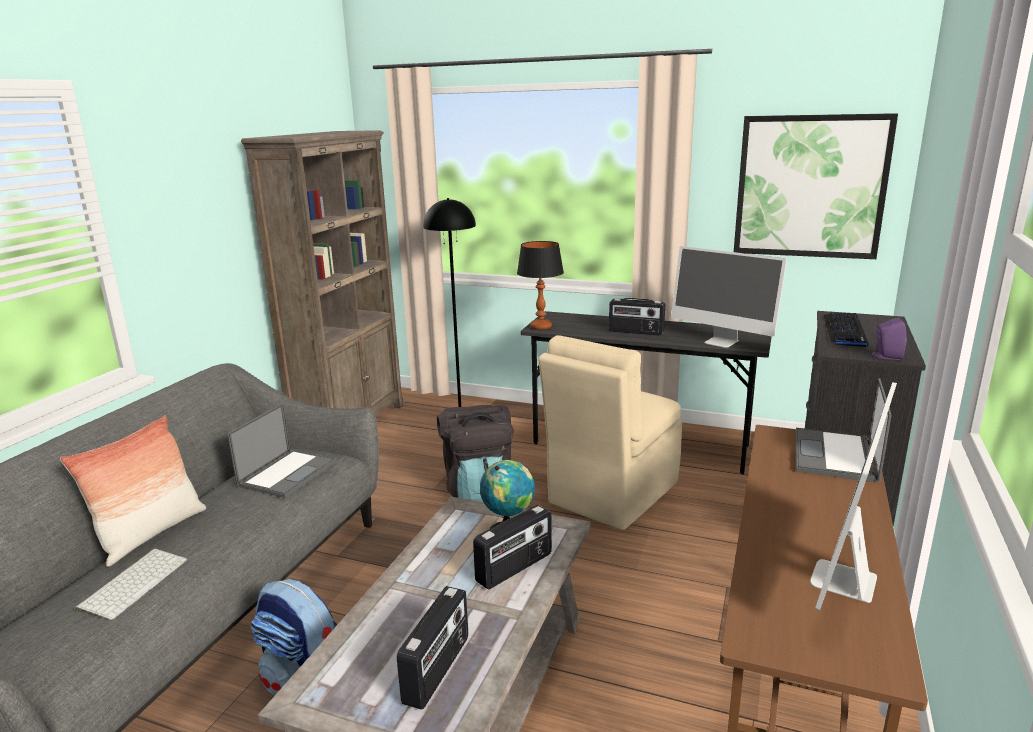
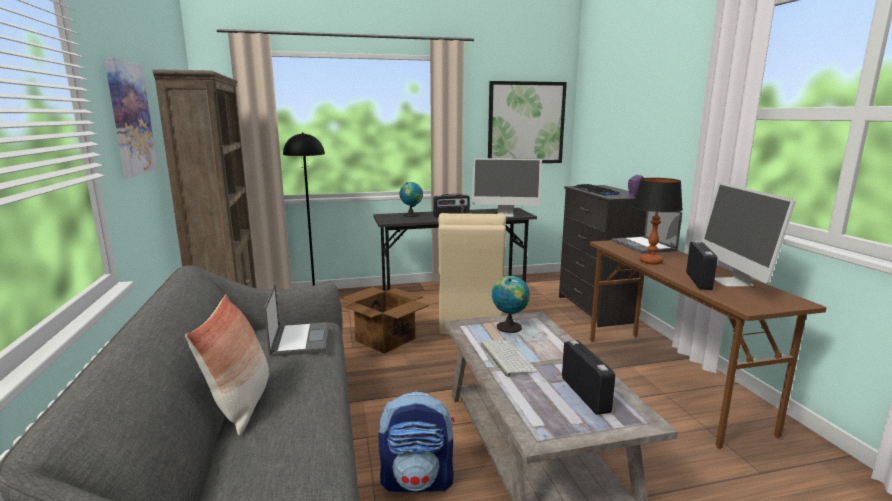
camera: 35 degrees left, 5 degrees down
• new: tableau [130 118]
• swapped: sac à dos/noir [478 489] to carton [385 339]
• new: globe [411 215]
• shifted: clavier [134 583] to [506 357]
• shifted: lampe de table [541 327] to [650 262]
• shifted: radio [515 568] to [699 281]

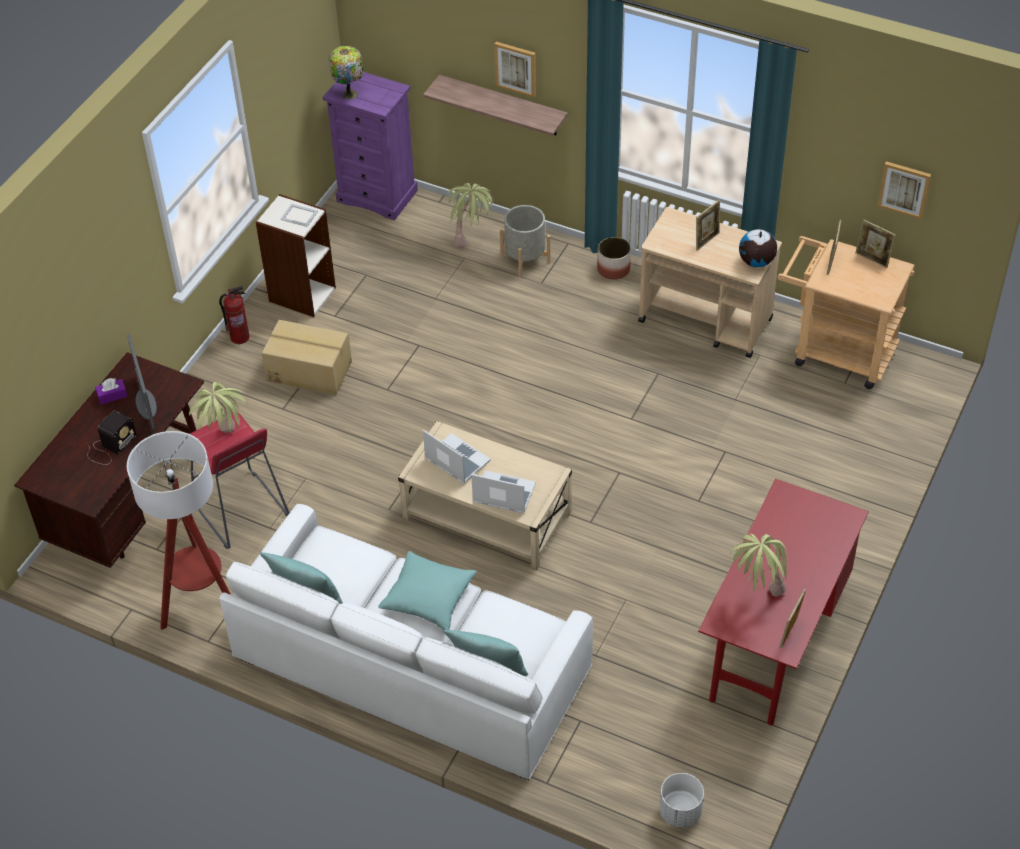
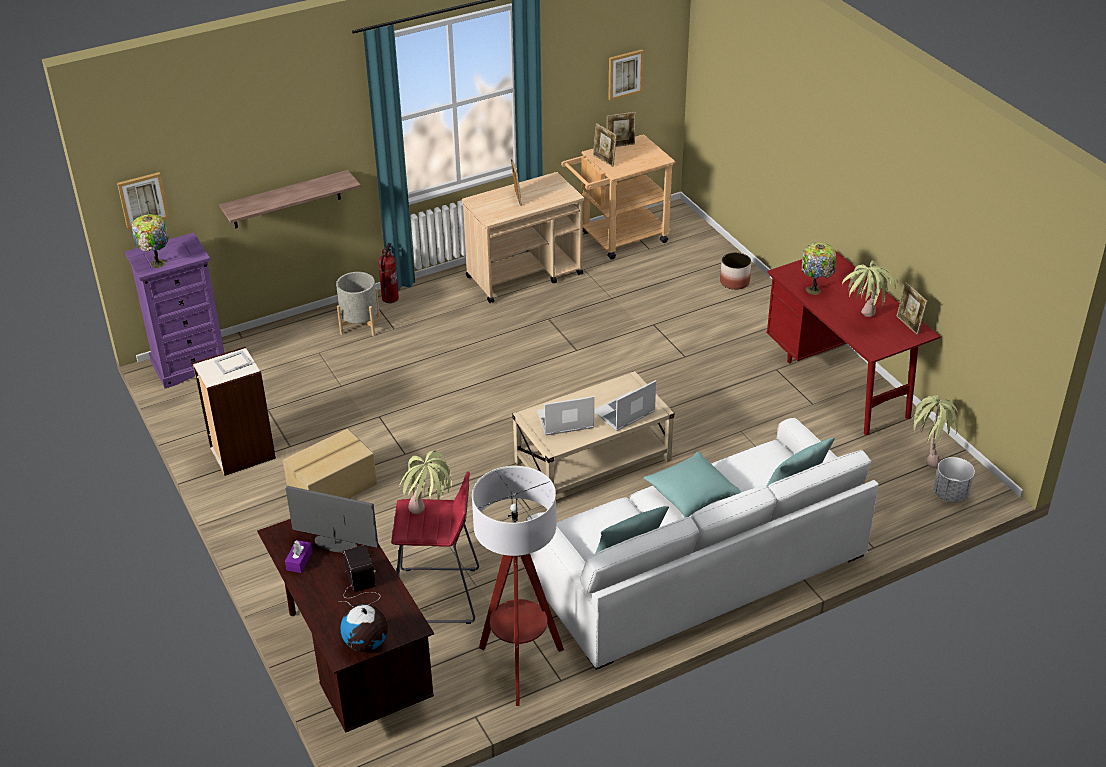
camera: 55 degrees left, 10 degrees down
• shifted: tableau [516 68] to [142 199]
• shifted: globe [756 262] to [366 644]
• shifted: extincteur [240 337] to [390 298]
• shifted: cache-pot [613 269] to [734 282]
• new: lampe de table [814 290]
• shifted: plante en pot [471 238] to [927 454]

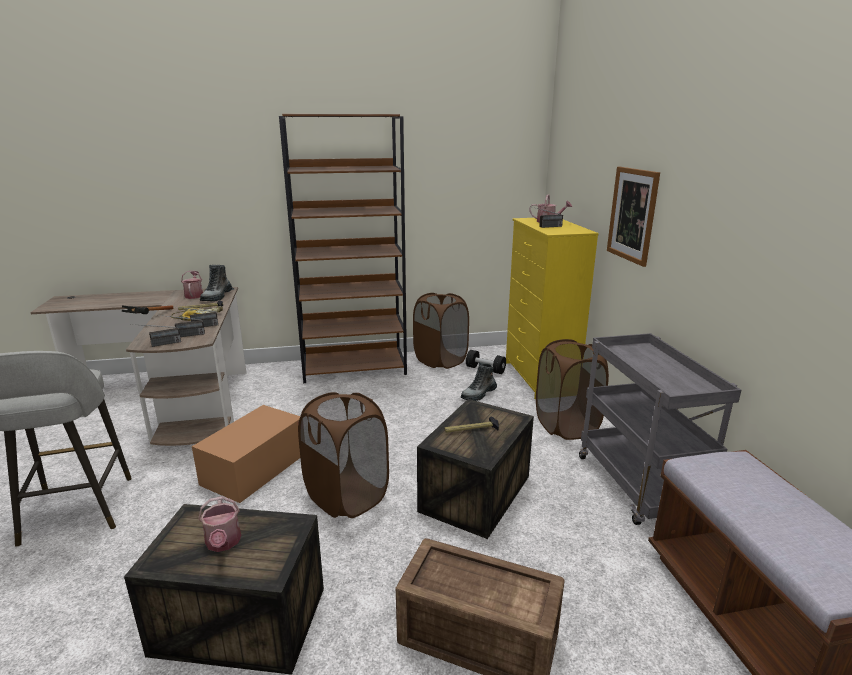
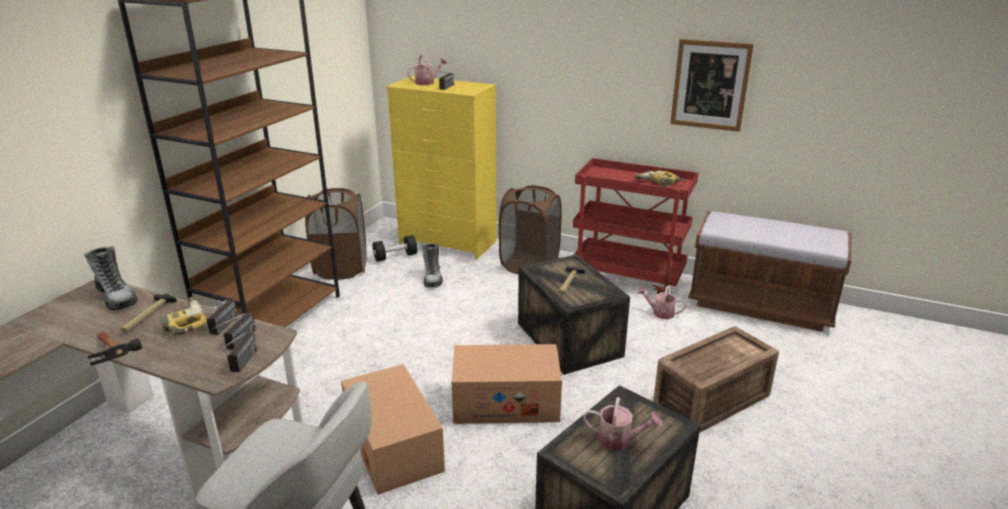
camera: 55 degrees left, 5 degrees up
• swapped: panier à linge/marron [347 496] to carton [505 402]
• repainted: chariot/gris [639 487] to chariot/rouge [628 277]
• new: perceuse [658 183]
• shifted: arrosoir [194 295] to [660 313]
• shifted: tableau [632 215] to [710 85]

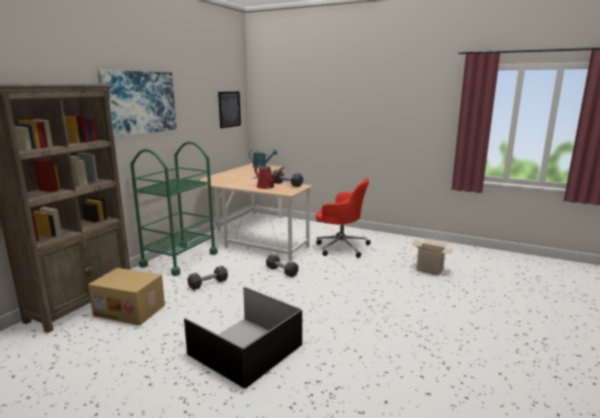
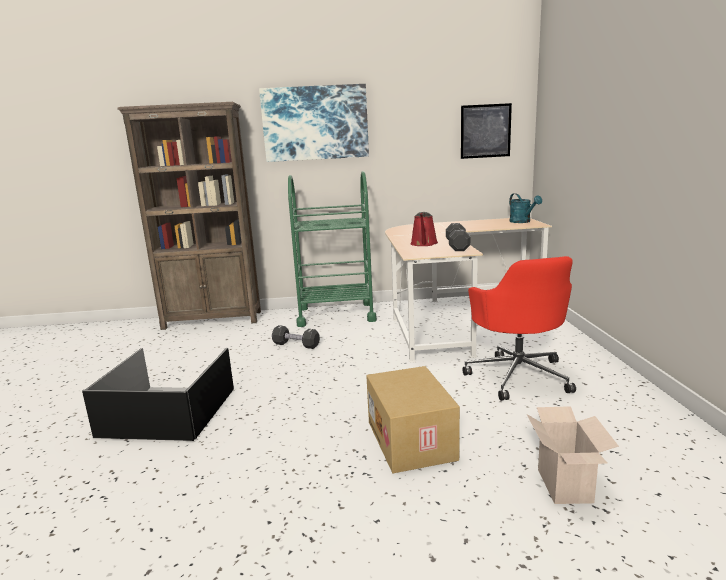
camera: 60 degrees right, 0 degrees up
• shifted: carton [131 310] to [412 440]
• gone: haltère/noir [282 271]

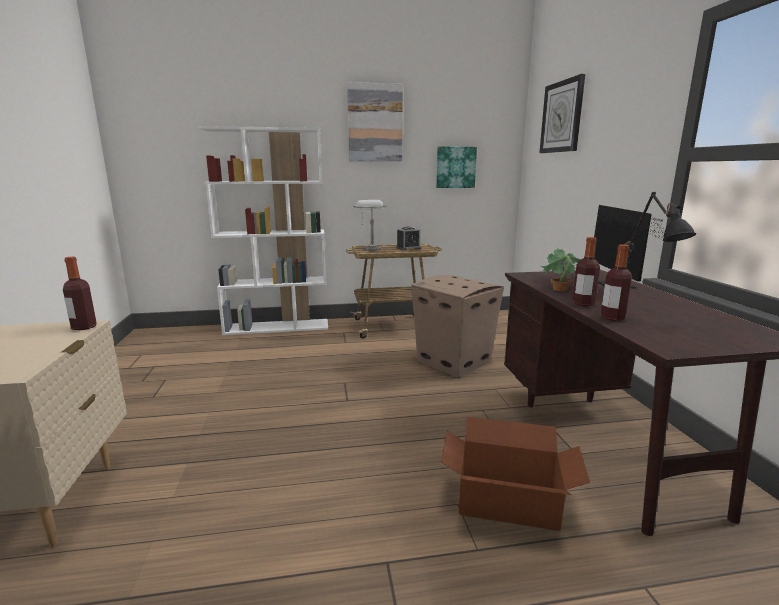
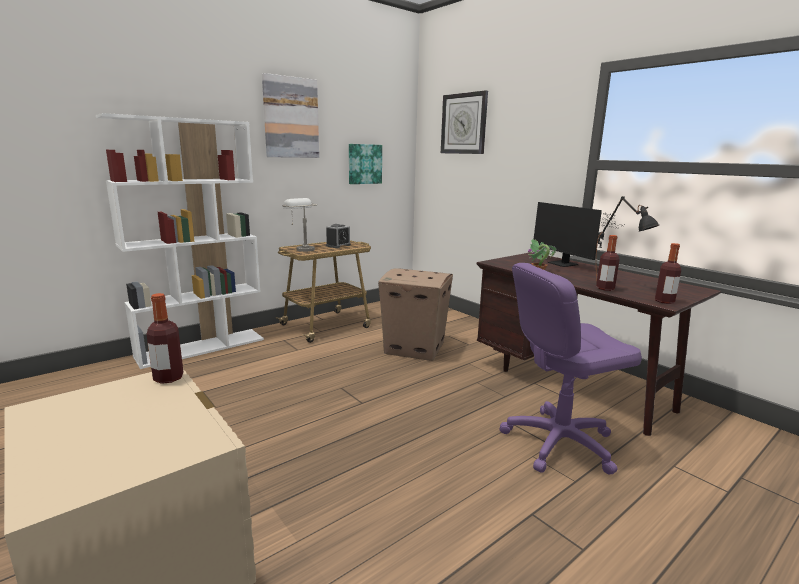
camera: 30 degrees left, 0 degrees up
• swapped: carton [506 500] to chaise de bureau/violet [558 442]
• shifted: bouteille [583 303] to [664 301]

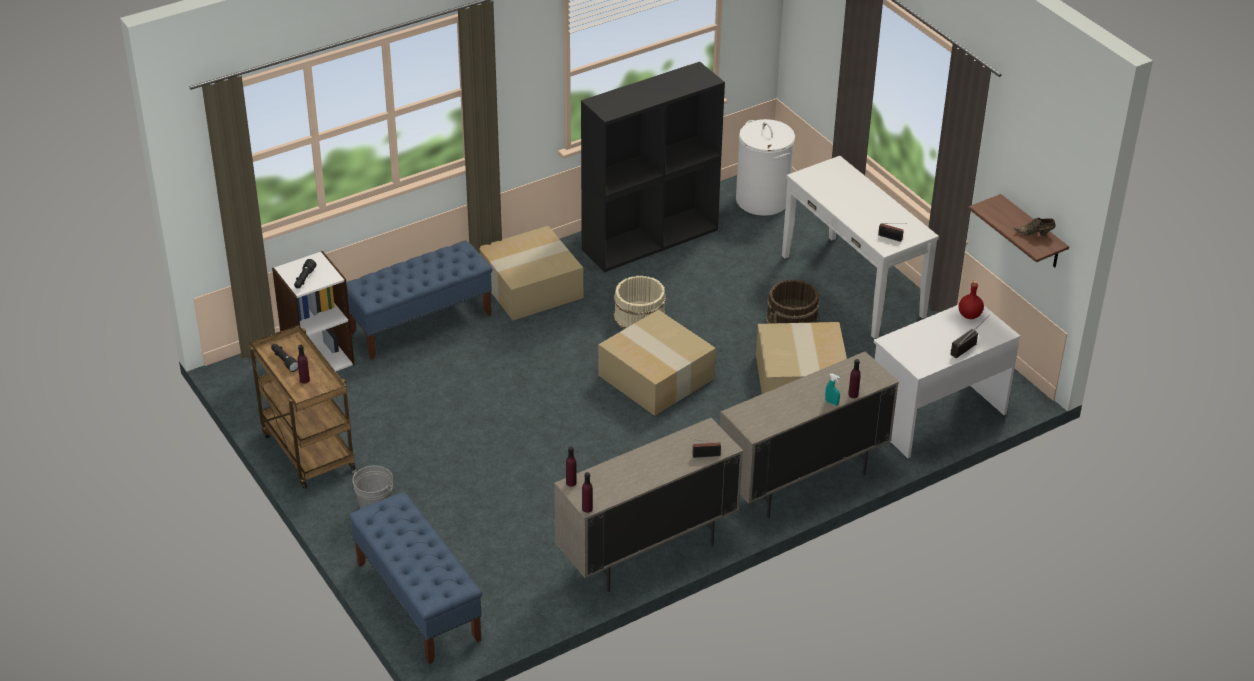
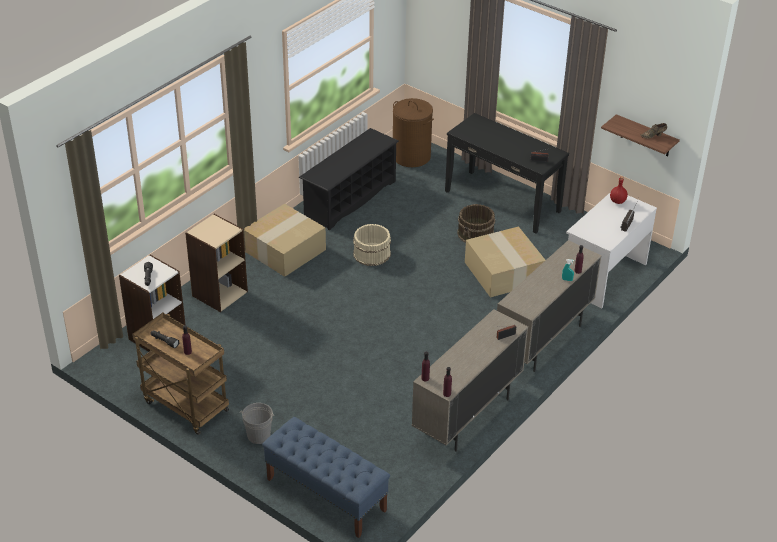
camera: 20 degrees left, 0 degrees up
• swapped: banc/bleu [420 323] to bibliothèque/beige [219 293]
• swapped: bibliothèque/noir [650 239] to étagère à chaussures/noir [350 199]
• repainted: panier à linge/blanc [763 200] to panier à linge/marron [411 156]
• repainted: table console/blanc [853 285] to table console/noir [502 201]
• gone: carton [654 377]

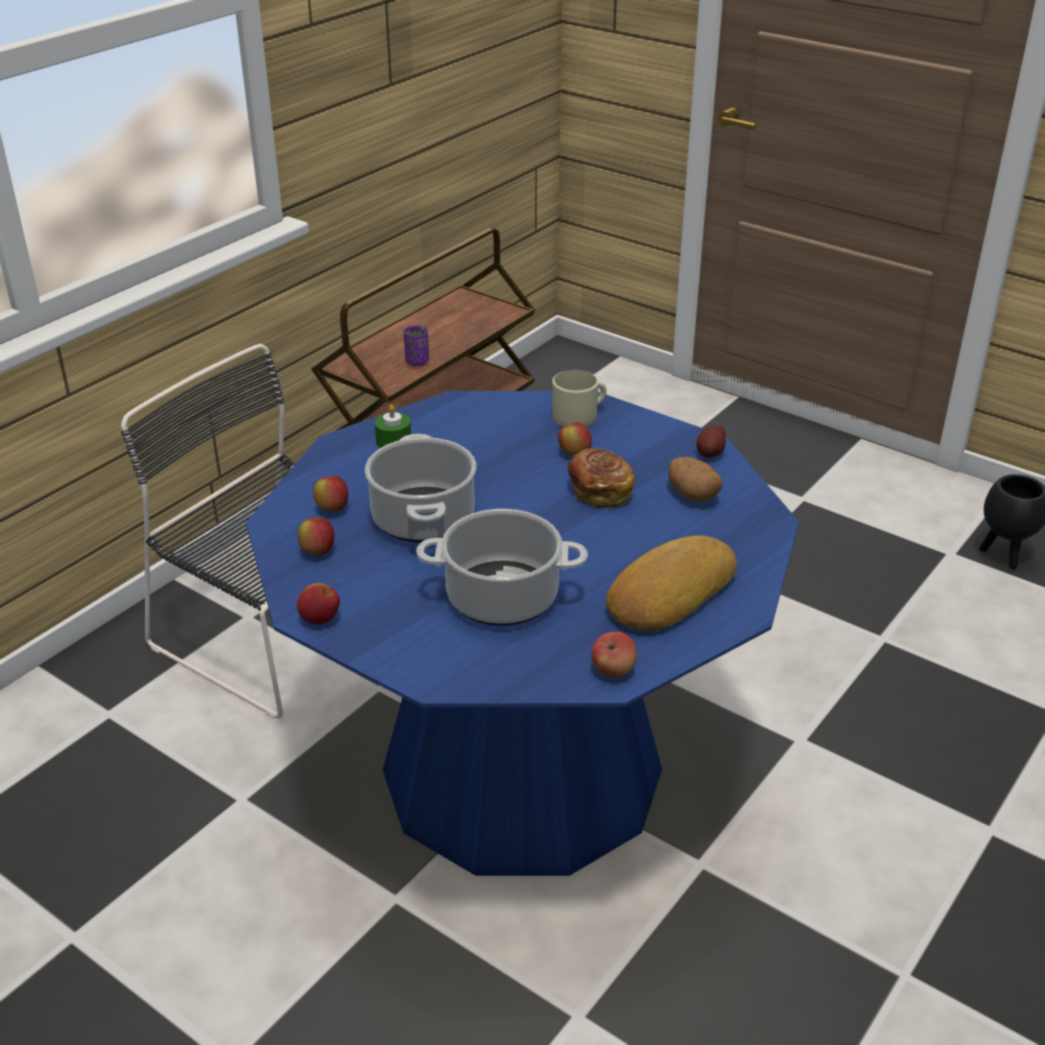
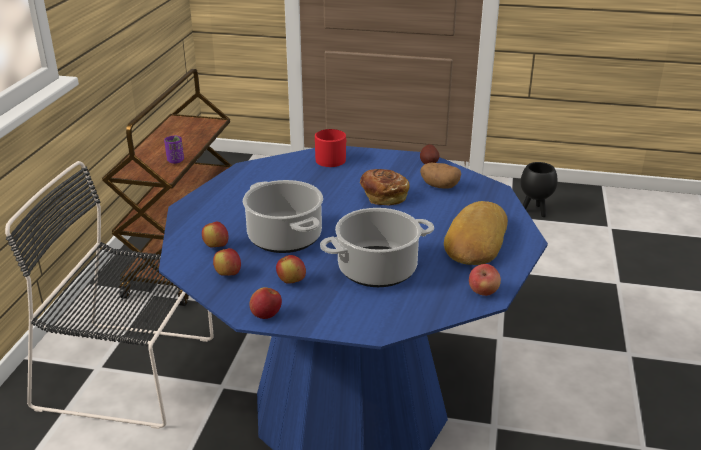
camera: 25 degrees left, 5 degrees down
• shifted: pomme [574 454] to [291 281]
• repainted: mug/beige [580 415] to mug/rouge [333 159]
• gone: bougie/vert [393 441]

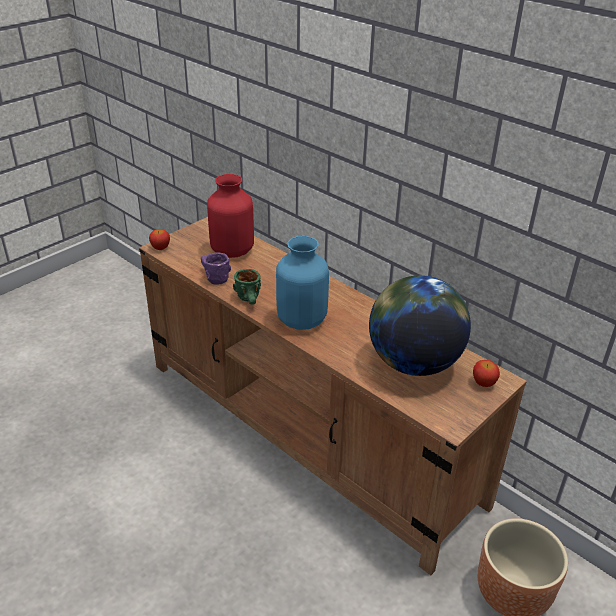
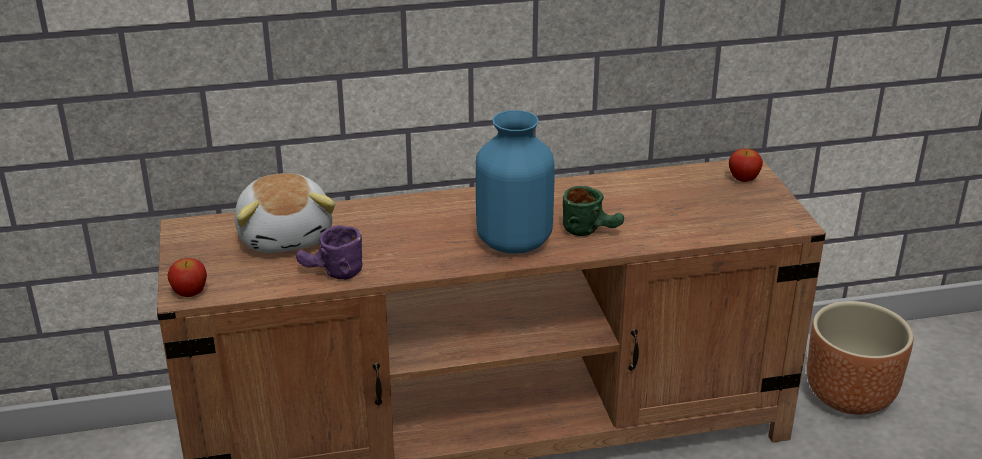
camera: 55 degrees left, 5 degrees down
• swapped: vase/rouge [233 250] to peluche [286 236]
• shifted: mug/vert [251 300] to [592 230]
• gone: globe [413 363]

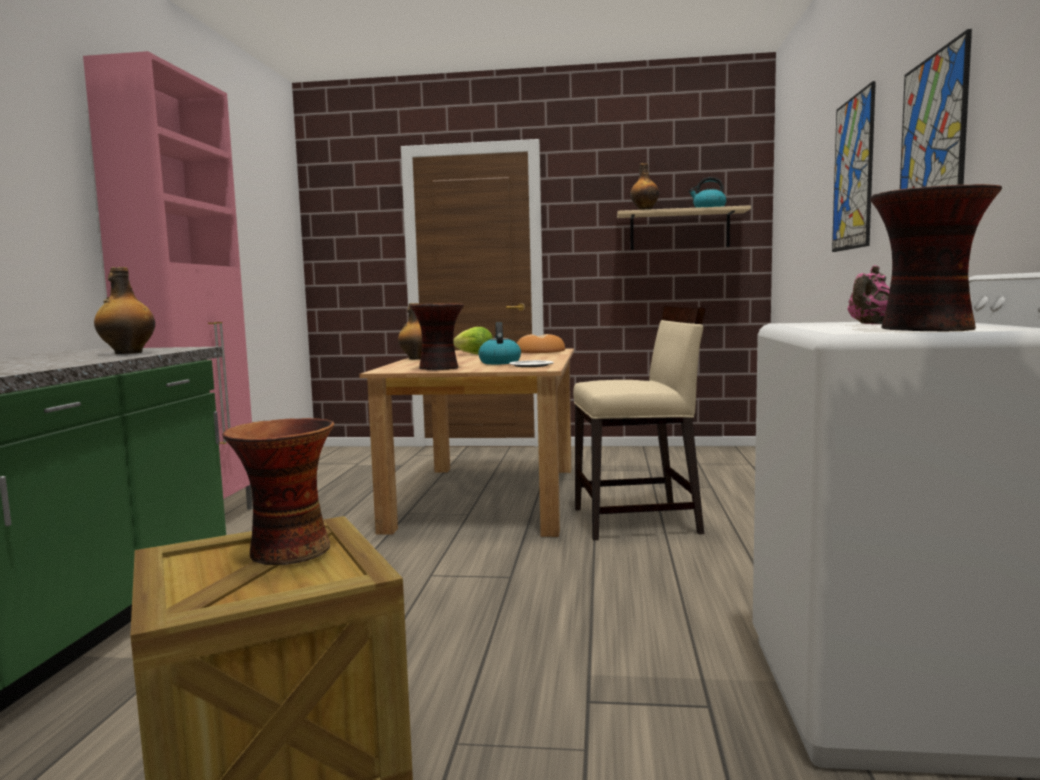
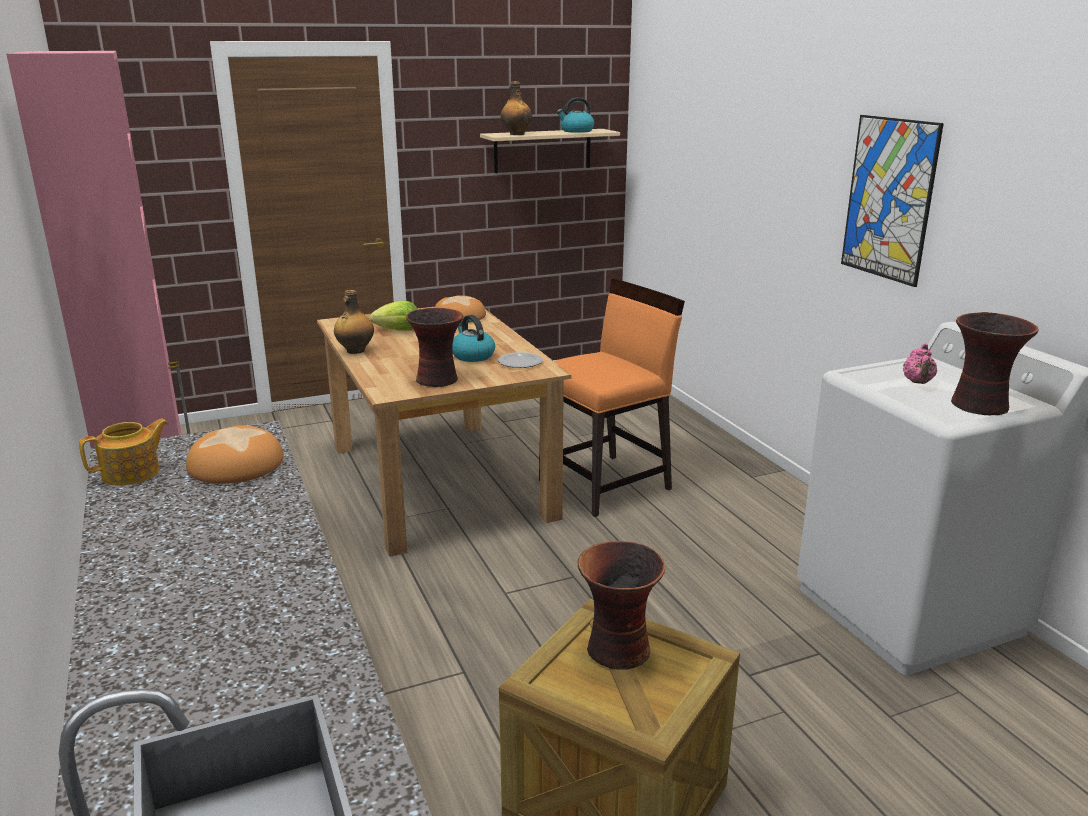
camera: 30 degrees left, 15 degrees up
• new: théière [132 473]
• swapped: bouteille [127 353] to pain [235 465]
• repainted: chaise/beige [637 521] to chaise/orange [606 484]
• gone: tableau [853 173]

